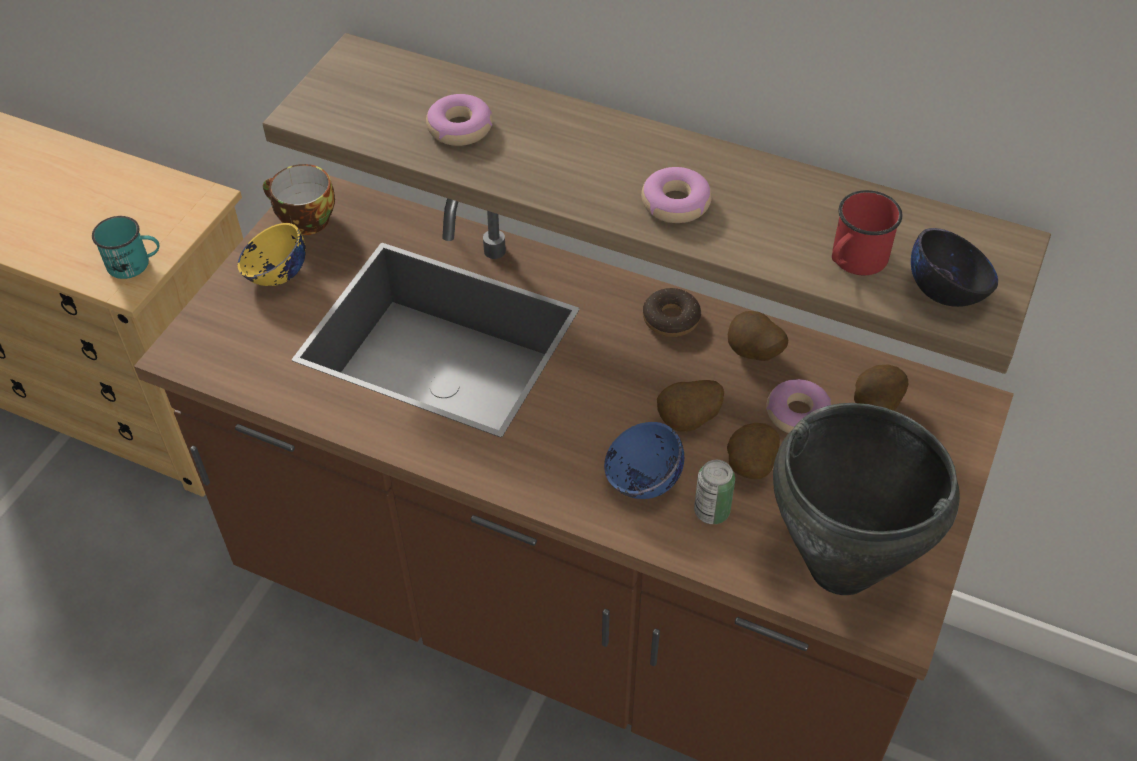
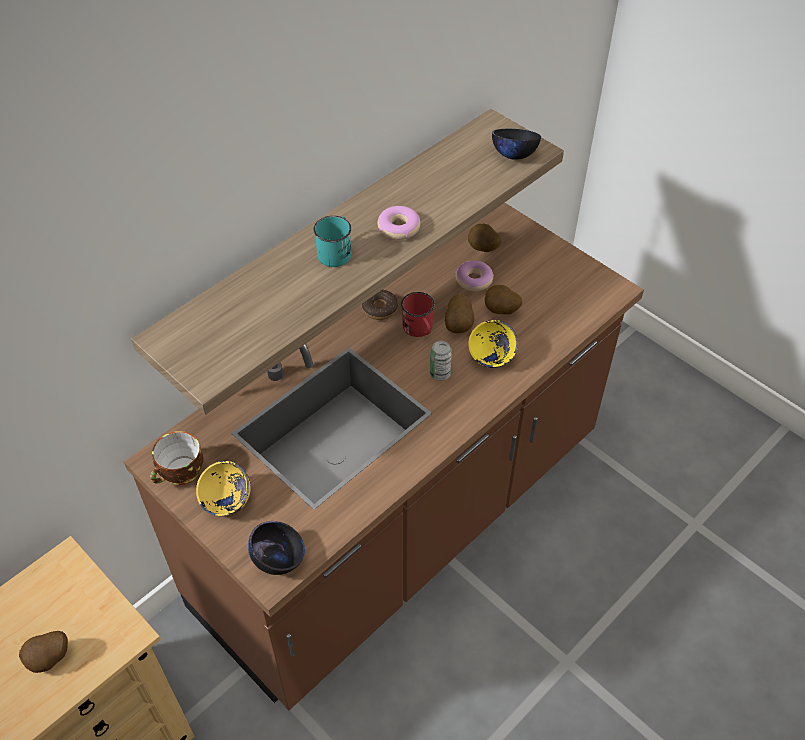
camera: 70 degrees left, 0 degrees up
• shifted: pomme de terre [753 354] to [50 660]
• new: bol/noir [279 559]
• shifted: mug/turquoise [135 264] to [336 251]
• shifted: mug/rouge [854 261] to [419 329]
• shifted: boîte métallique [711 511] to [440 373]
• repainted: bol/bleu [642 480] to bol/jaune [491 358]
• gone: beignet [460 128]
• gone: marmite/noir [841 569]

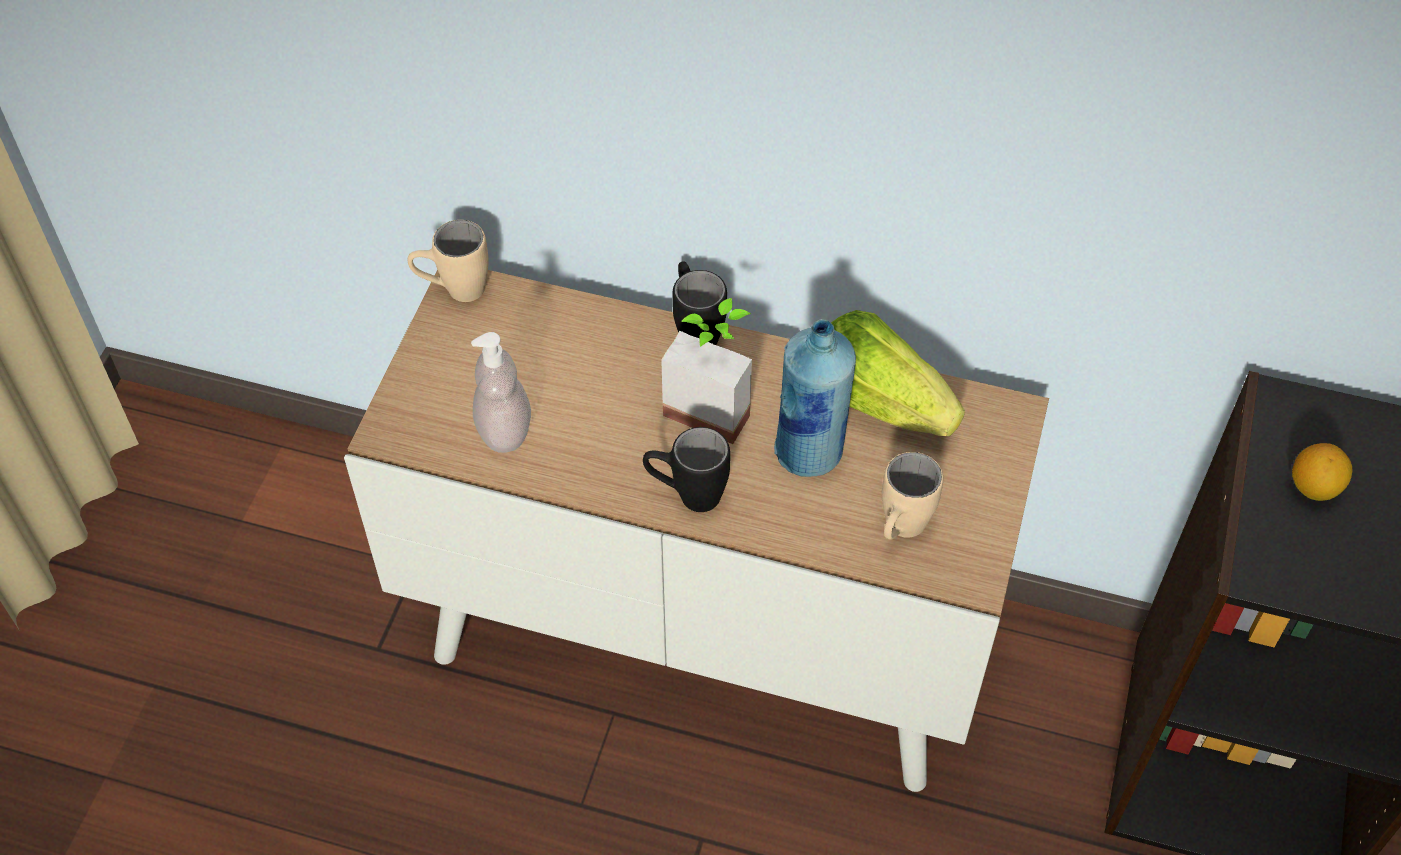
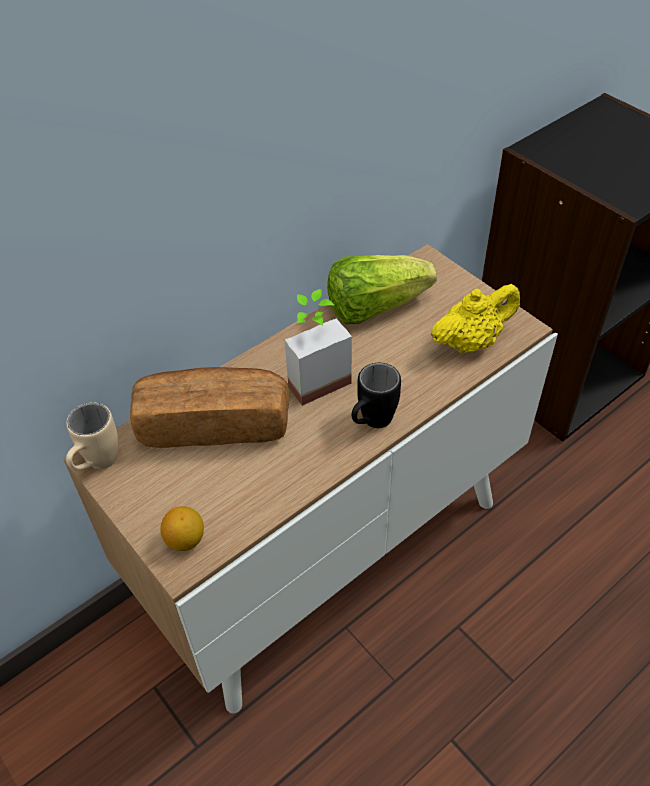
camera: 55 degrees left, 5 degrees down
• new: pain [214 423]
• shifted: citron [1314 488] to [185 540]
• swapped: mug/beige [900 531] to théière/jaune [471 342]
• gone: distributeur de savon [504 430]
• gone: mug/noir [695 329]
• gone: bouteille/bleu [809 453]

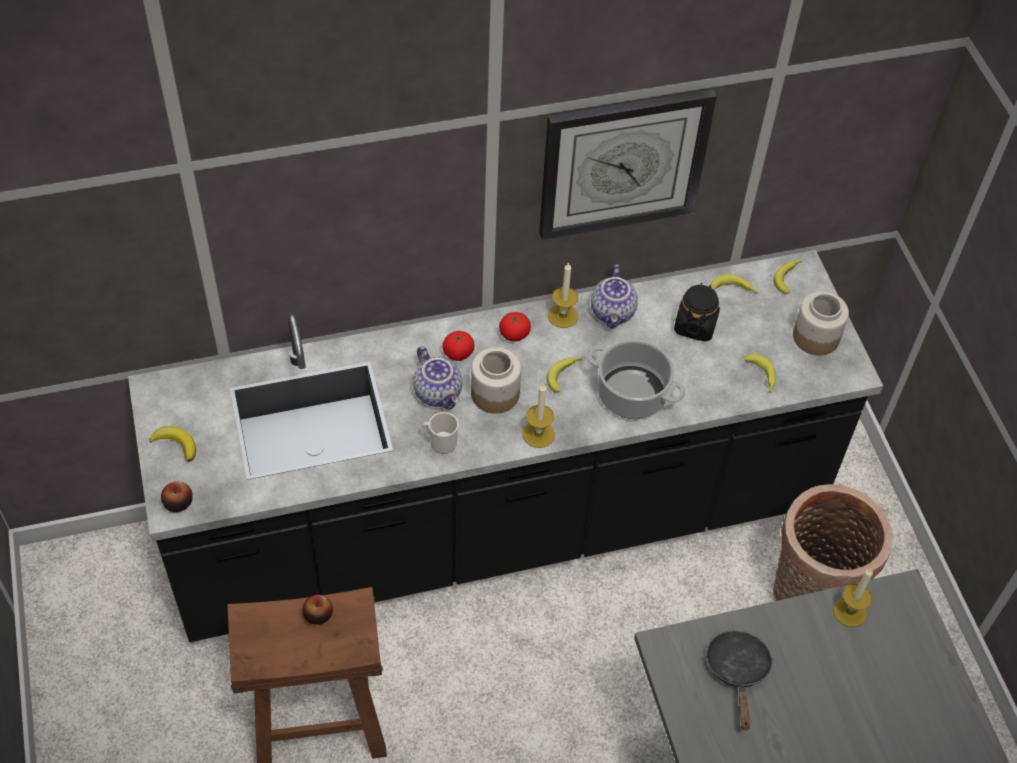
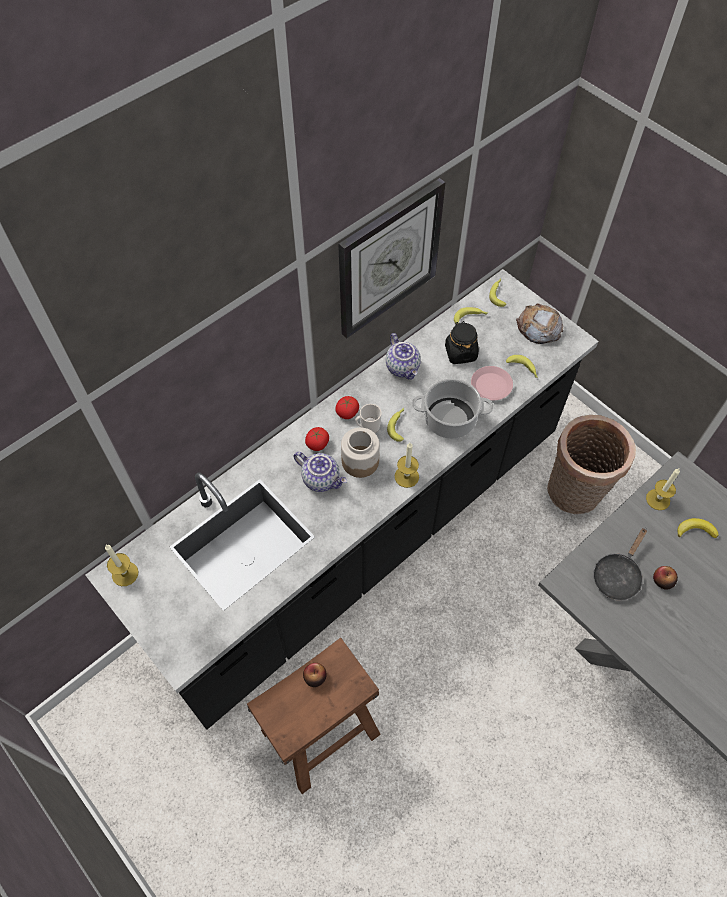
camera: 25 degrees left, 5 degrees up
• shifted: bougie [563 316] to [125 574]
• shifted: mug [440 442] to [368 427]
• new: assiette/rose [491 386]
• swapped: bocal [815 337] to pain [539 327]
• rotated: poêle/noir [737 671] = [617 575] 120 degrees counterclockwise
• shifted: pomme [178 503] to [662 581]
• shifted: banane [176 444] to [695 530]

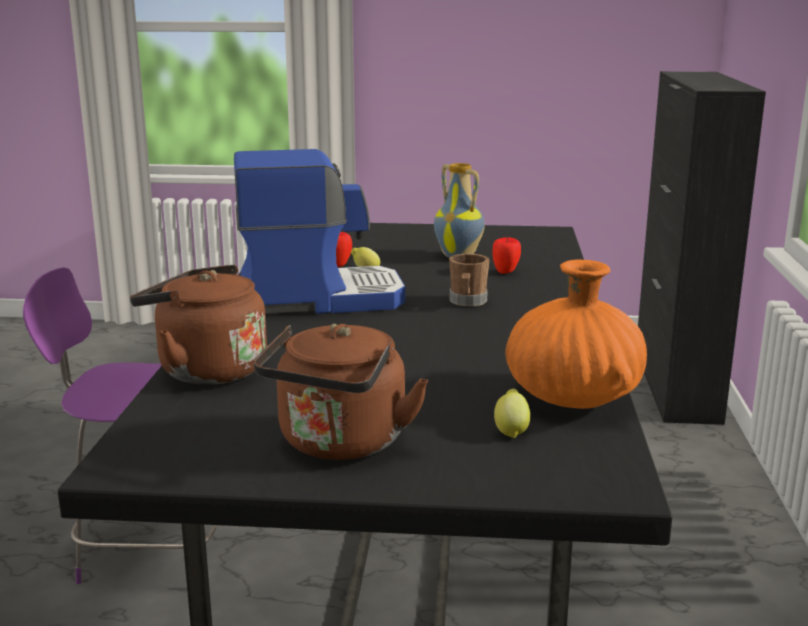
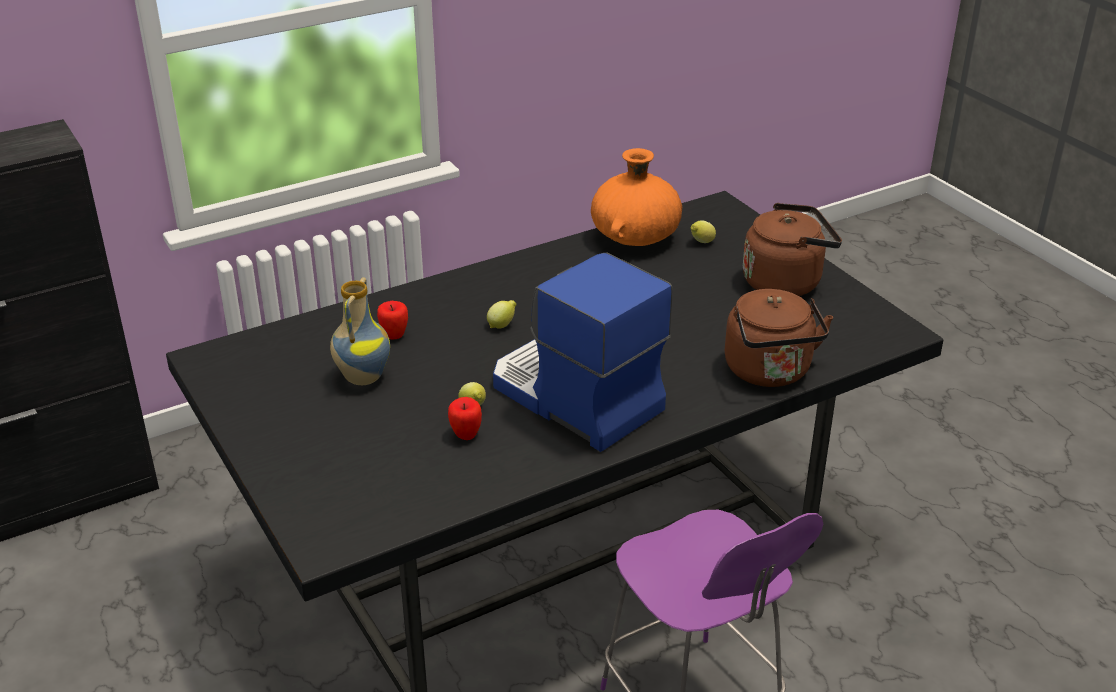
camera: 125 degrees left, 15 degrees up
• swapped: mug/marron [467 302] to citron [502 325]

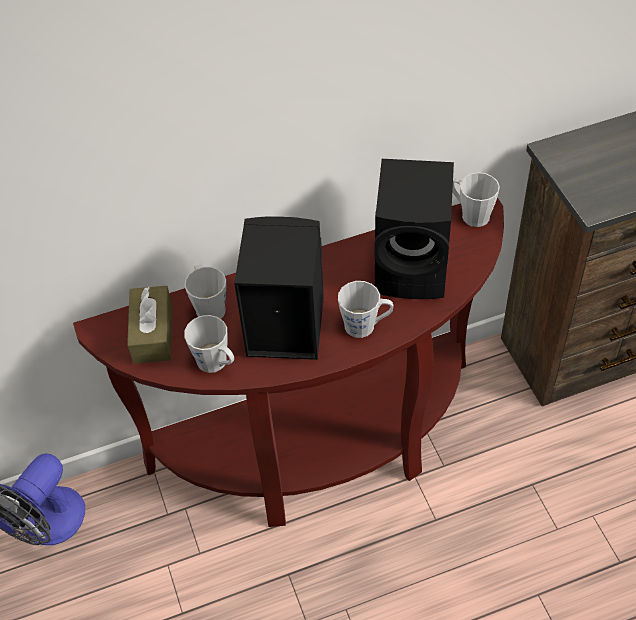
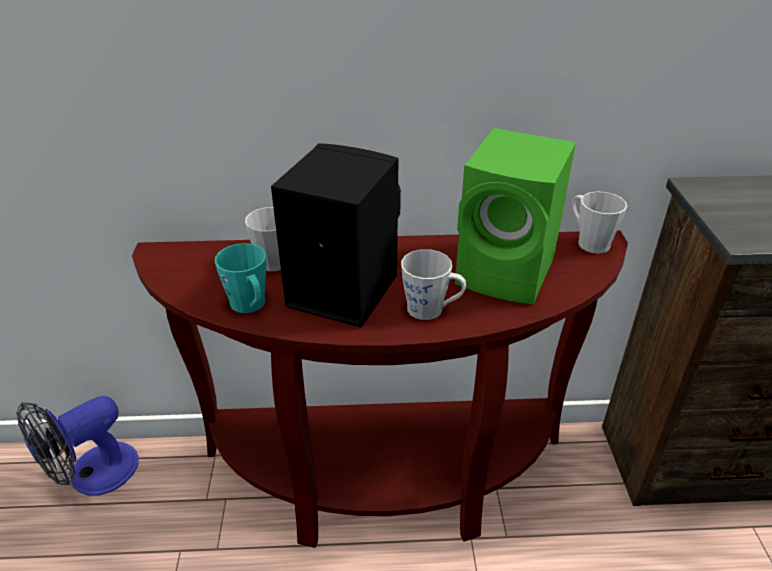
camera: 15 degrees right, 15 degrees down
• repainted: mug/gris [216 363] to mug/turquoise [250 306]
• repainted: enceinte/noir [414 268] to enceinte/vert [509 272]
• gone: boîte à mouchoirs/marron [152 333]

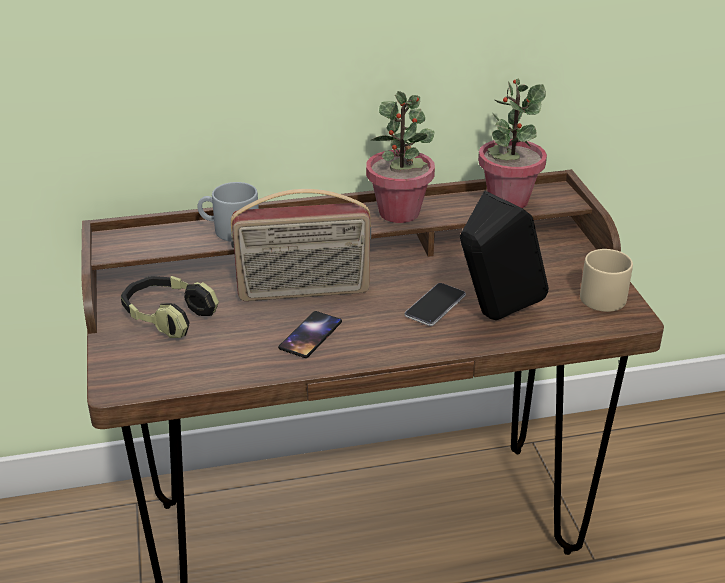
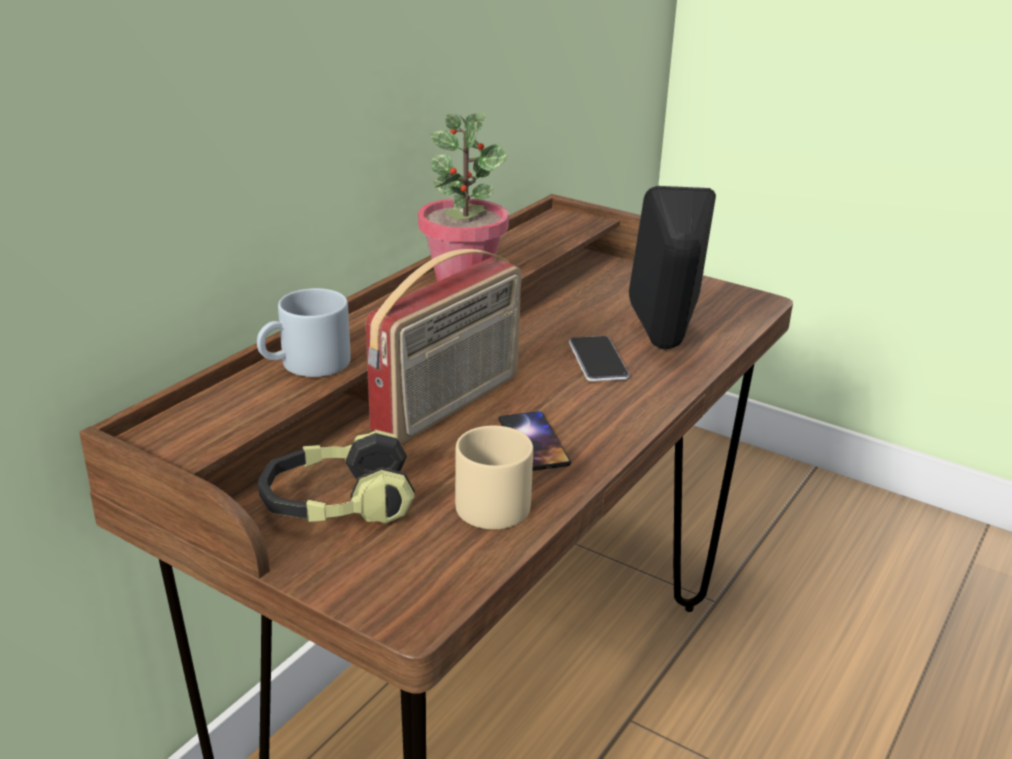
camera: 45 degrees left, 5 degrees down
• shifted: mug/beige [603 294] to [486 499]
• gone: plante en pot [507 200]

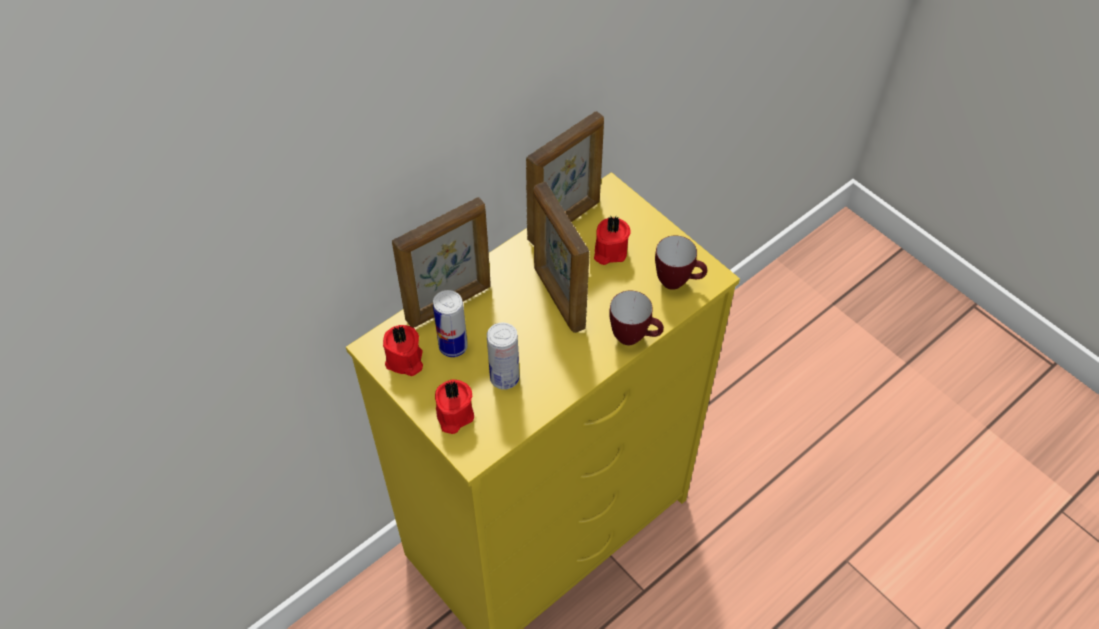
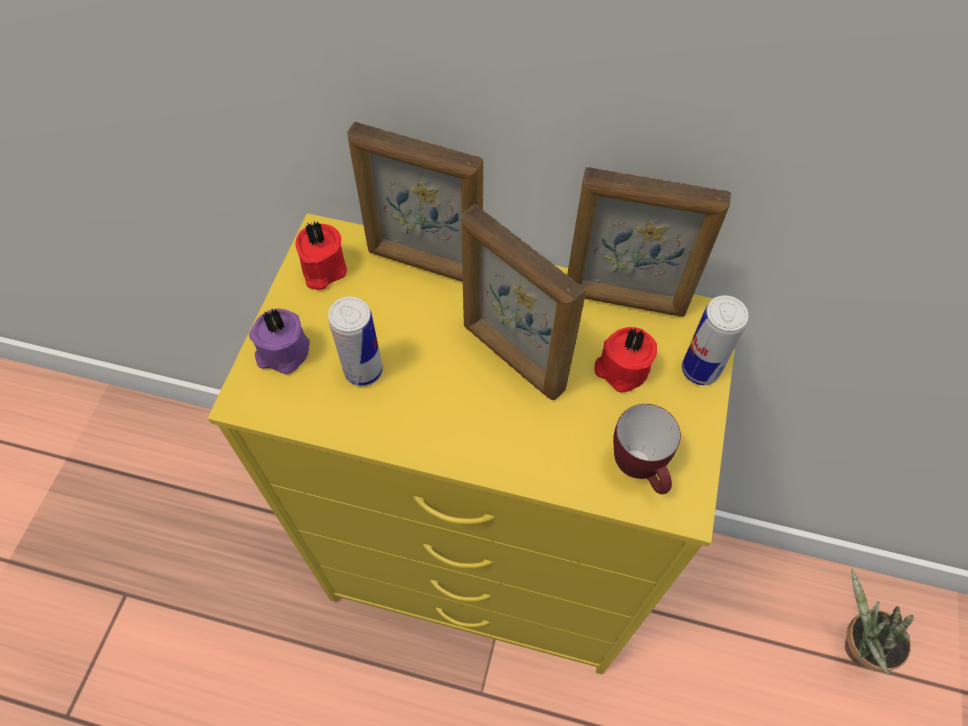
camera: 55 degrees right, 5 degrees up
• repainted: bougie/rouge [453 415] to bougie/violet [283 352]
• rotated: cadre photo [558 298] = [512 358] 75 degrees counterclockwise
• shifted: boîte métallique [453 346] to [700 369]
• new: plante en pot [855 646]
• gone: mug [634 337]

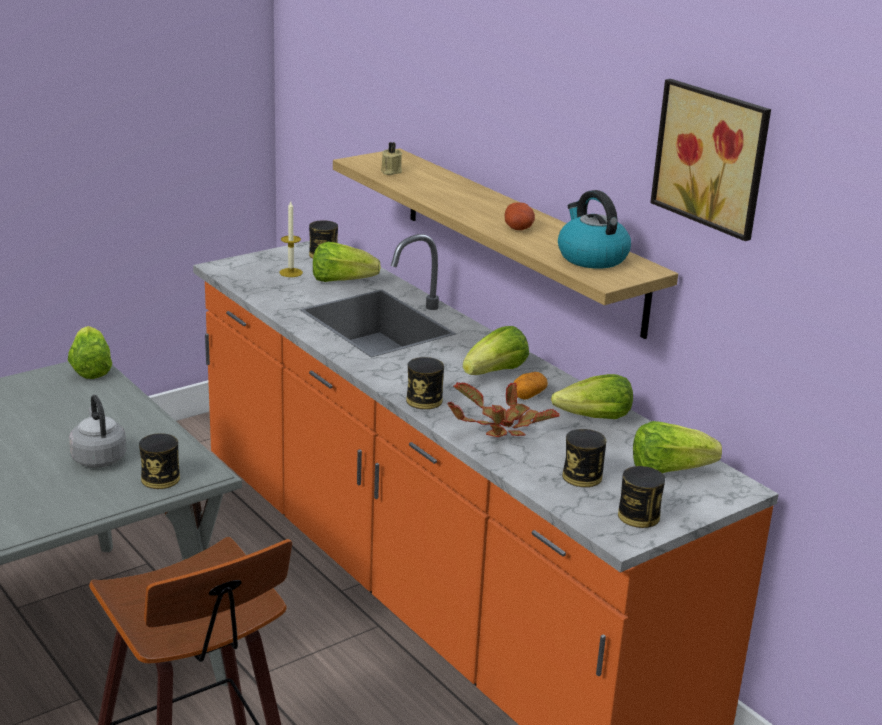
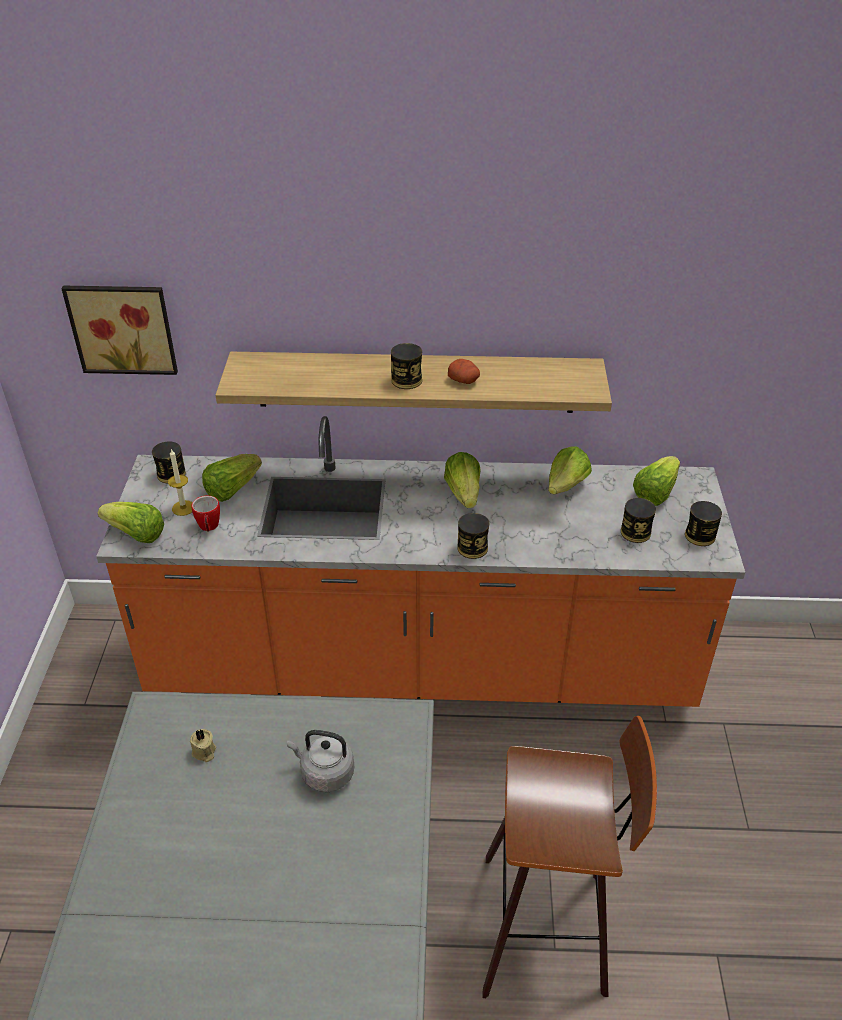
camera: 50 degrees left, 15 degrees up
• shifted: tableau [714 157] to [123 327]
• shifted: laitue [90 368] to [136 534]
• shifted: bougie/beige [390 172] to [204 752]
• new: mug [209 527]
• shifted: boîte métallique [160 479] to [406 380]
• gone: plante en pot [501 427]
• gone: pomme de terre [528 395]
• gone: bouilloire [591 257]

